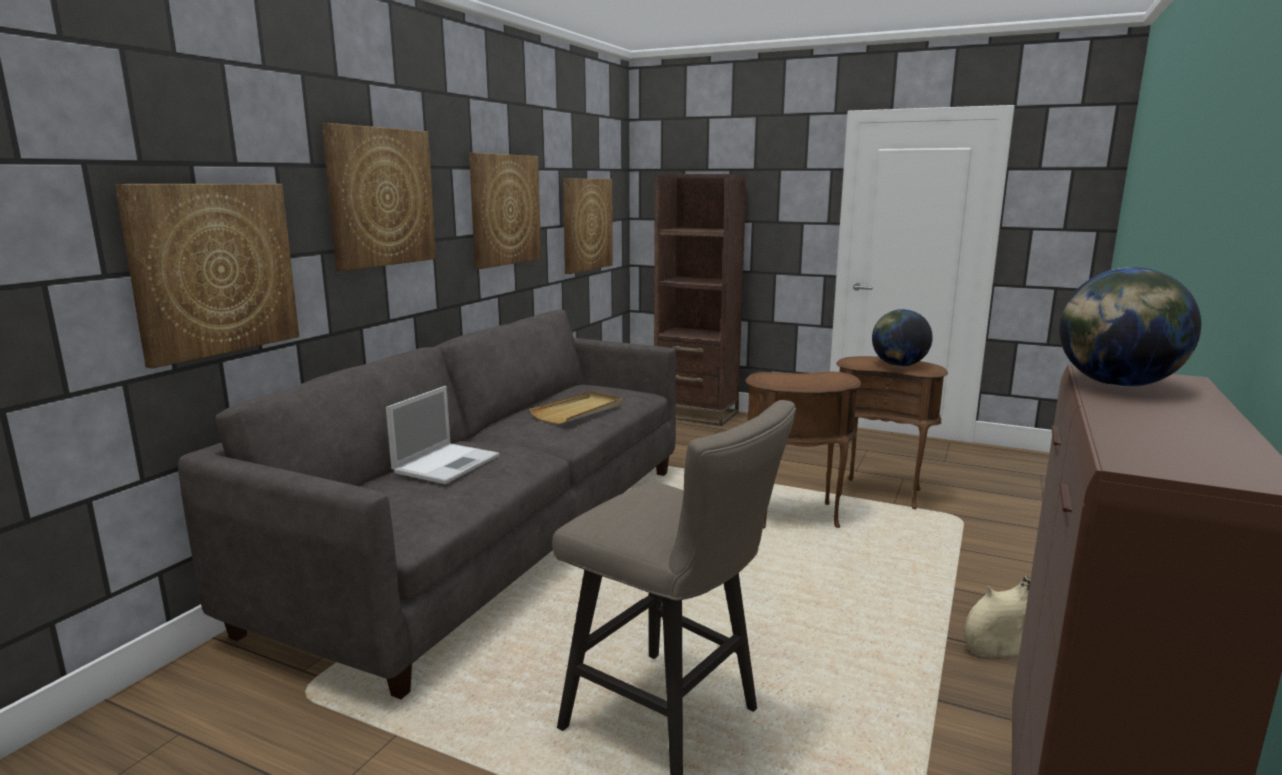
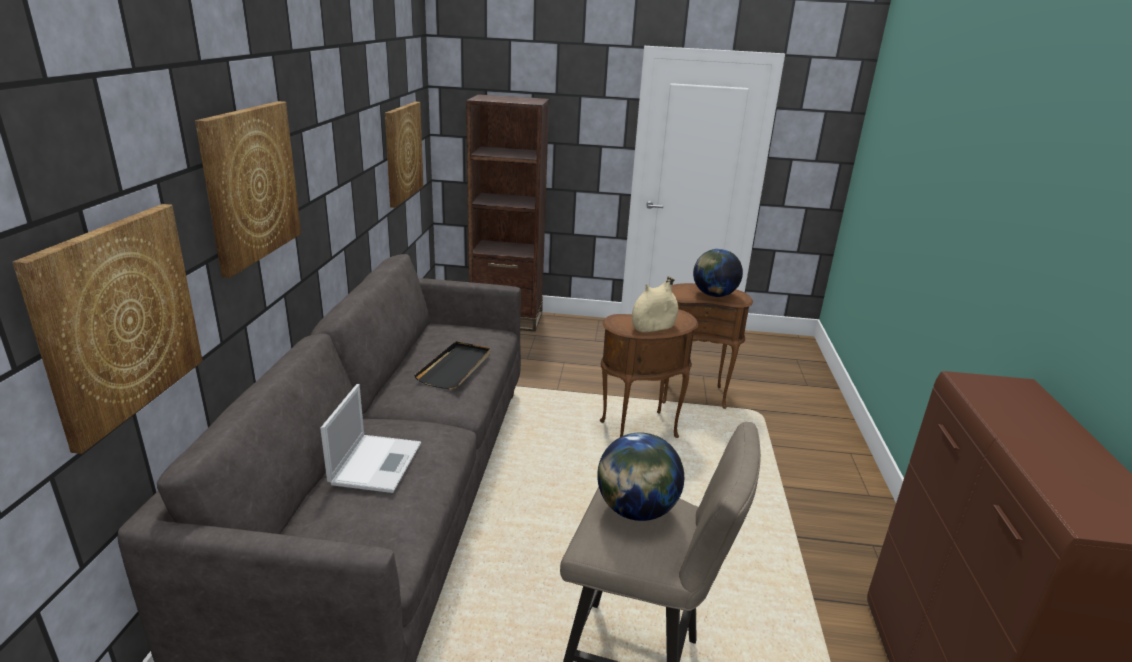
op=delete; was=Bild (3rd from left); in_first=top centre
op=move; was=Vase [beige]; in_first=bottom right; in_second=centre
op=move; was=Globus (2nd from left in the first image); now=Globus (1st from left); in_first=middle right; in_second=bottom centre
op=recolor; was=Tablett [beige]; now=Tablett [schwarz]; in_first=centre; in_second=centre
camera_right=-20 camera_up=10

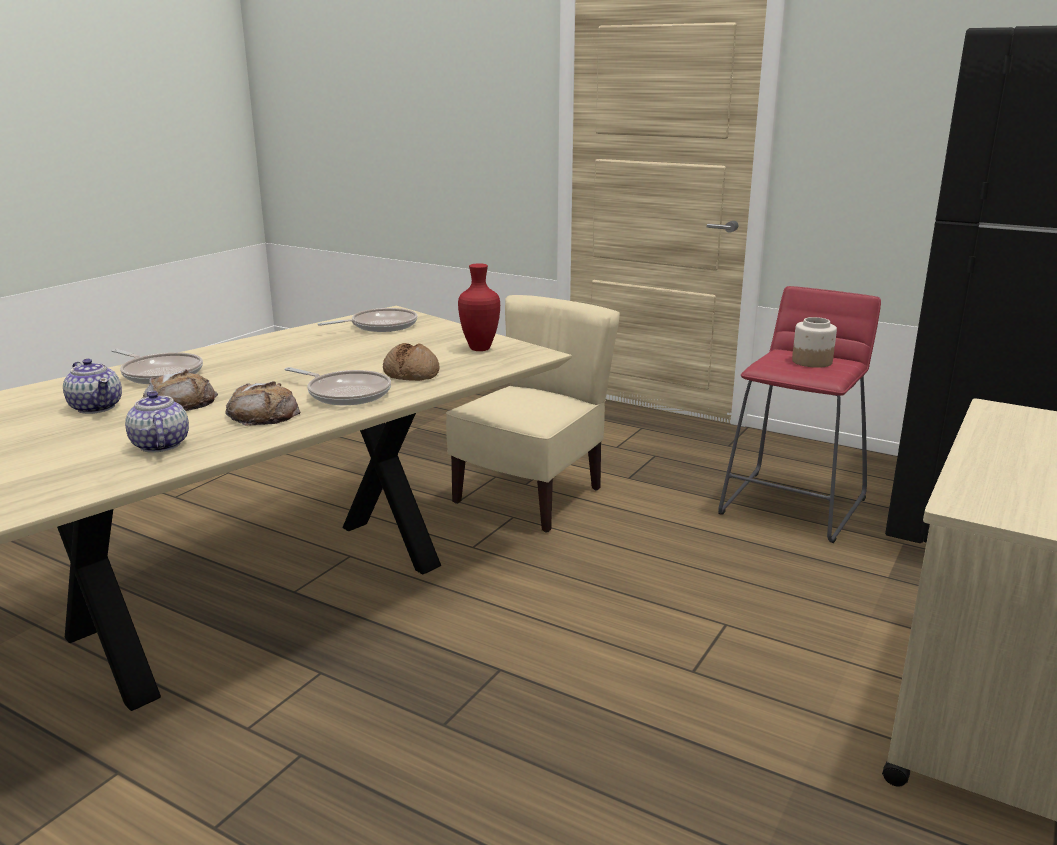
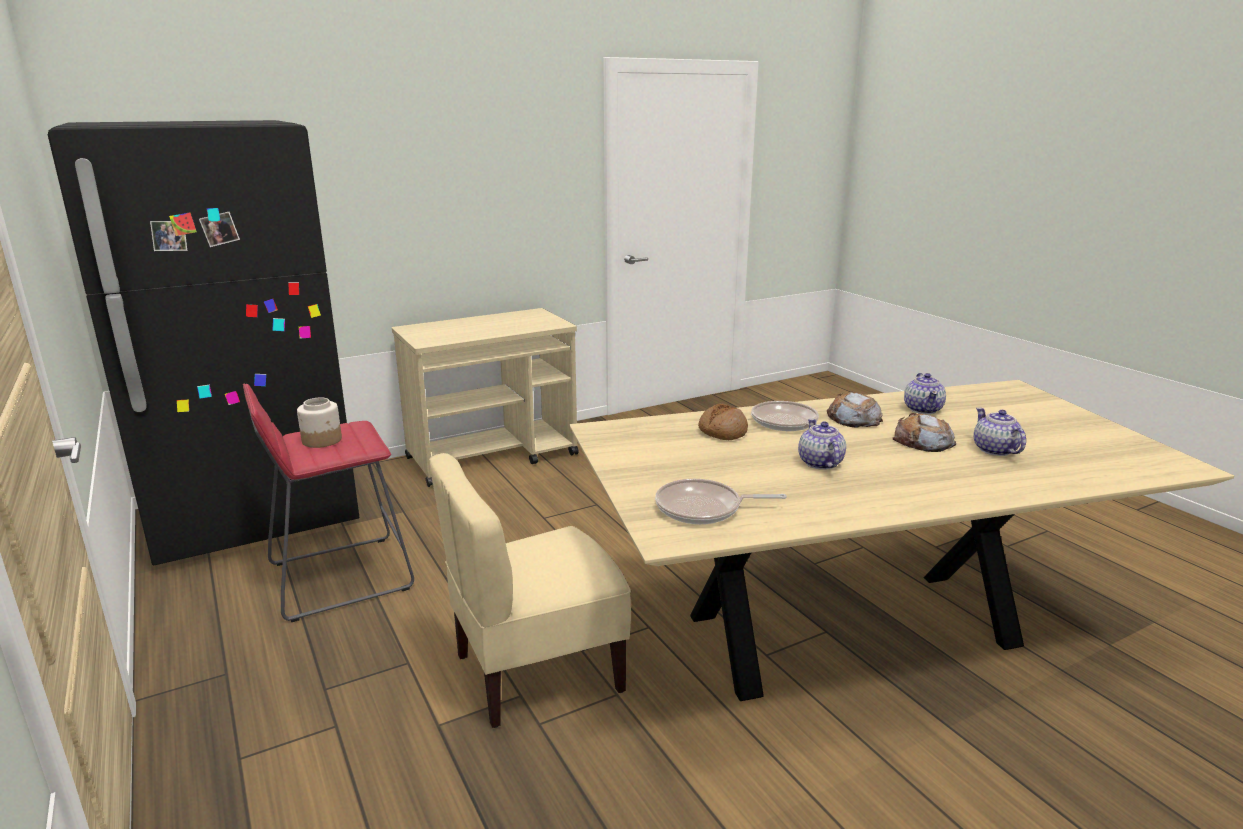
op=delete; was=Pfanne (1st from left); in_first=middle left
op=delete; was=Vase [rot]; in_first=centre
op=insert; now=Teekanne (1st from left); in_second=centre
camera_right=-150 camera_up=0

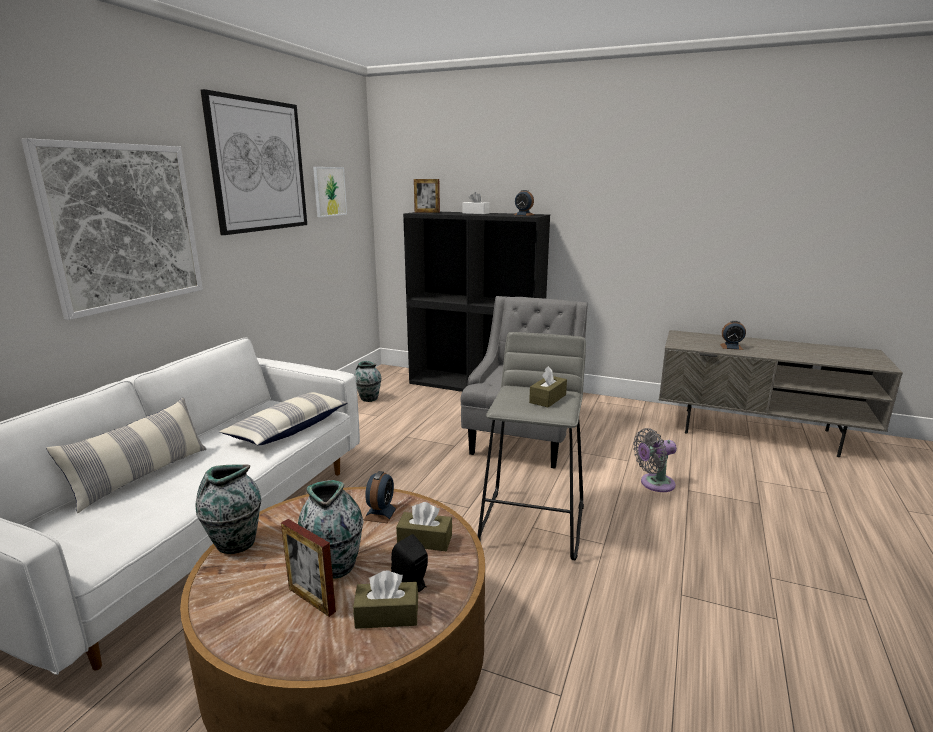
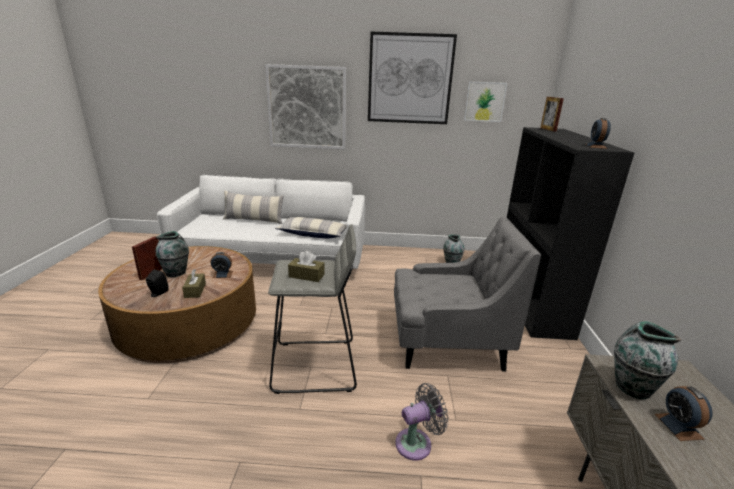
op=delete; was=Taschentuchbox [braun] (1st from left); in_first=bottom centre
op=delete; was=Taschentuchbox [weiß]; in_first=top centre
op=move; was=Vase (1st from left in the first image); now=Vase (3rd from left); in_first=bottom left; in_second=bottom right
op=rotate; was=Ventilator [grau]; in_first=middle right; in_second=bottom centre; clockwise=105
camera_right=70 camera_up=5

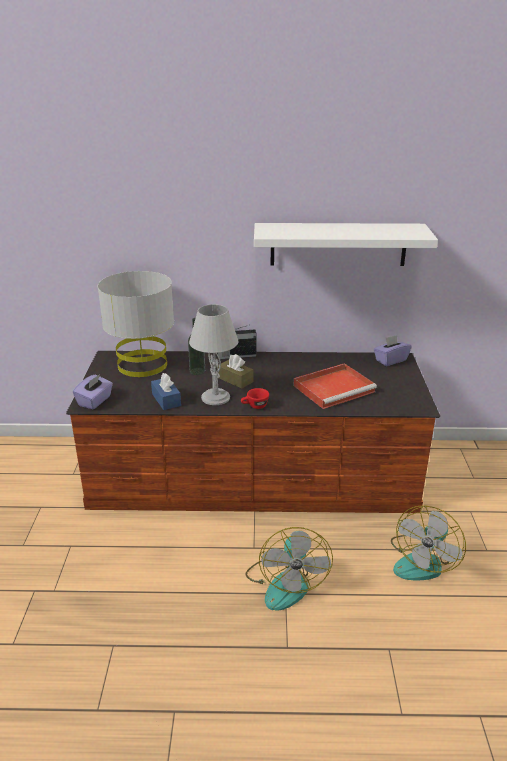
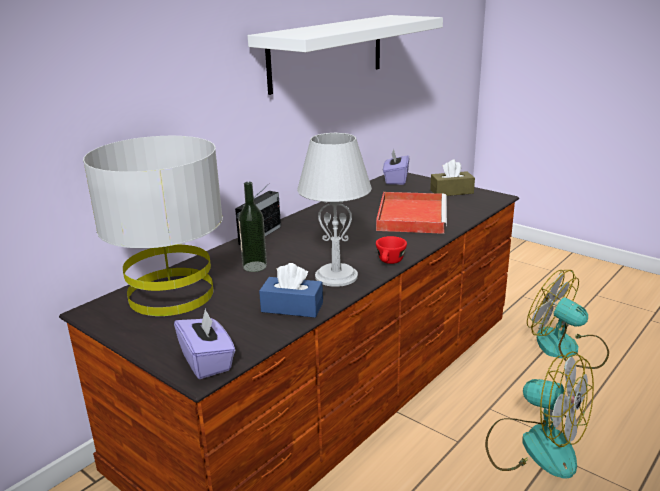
op=move; was=Taschentuchbox [braun]; in_first=centre; in_second=middle right
op=rotate; was=Ventilator (2nd from left); in_first=bottom right; in_second=middle right; clockwise=150
camera_right=-50 camera_up=-5

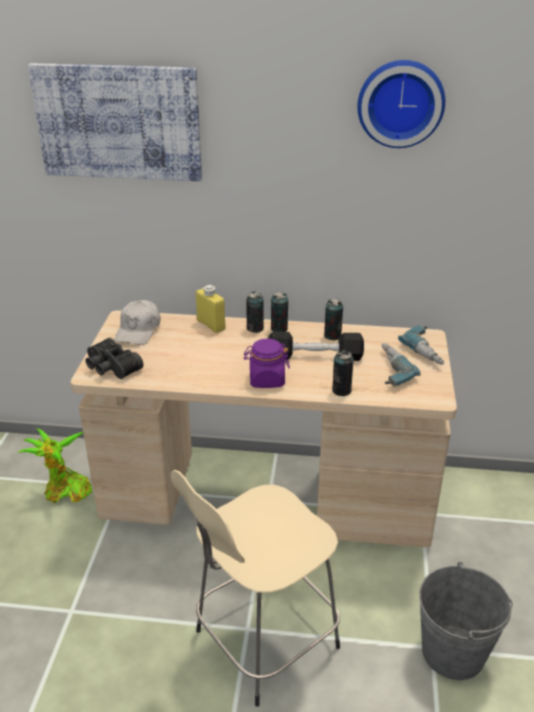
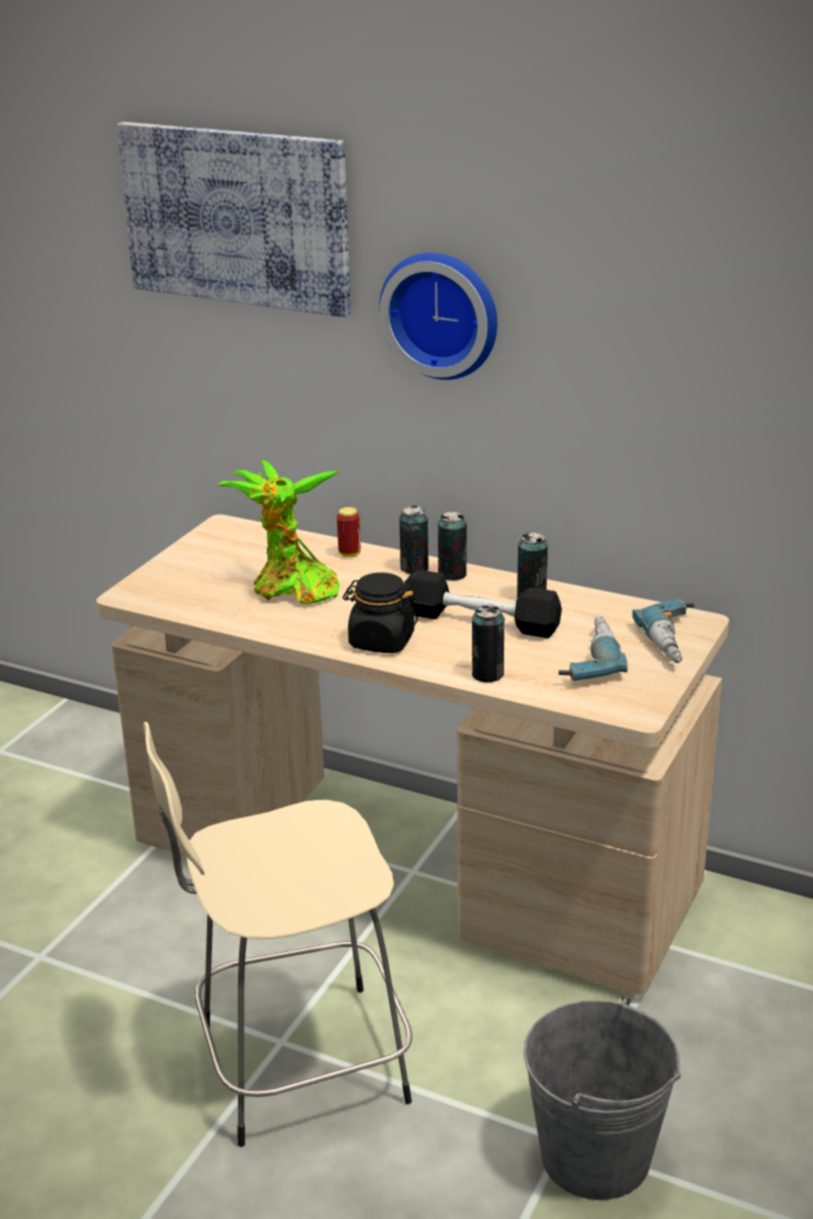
op=delete; was=Fernglas [schwarz]; in_first=middle left
op=delete; was=Kappe [weiß]; in_first=middle left
op=move; was=Topfpflanze; in_first=middle left; in_second=centre
op=move; was=Wanduhr; in_first=top right; in_second=top centre
op=replace; was=Flasche [gelb]; now=Dose (1st from left); in_first=centre; in_second=centre
op=recolor; was=Vorratsglas [lila]; now=Vorratsglas [schwarz]; in_first=centre; in_second=centre
camera_right=20 camera_up=-5

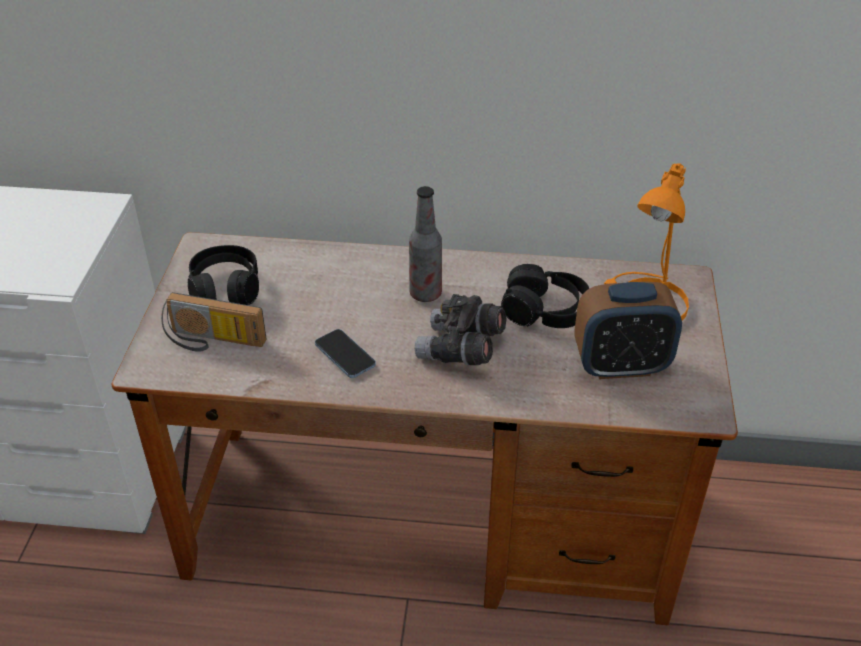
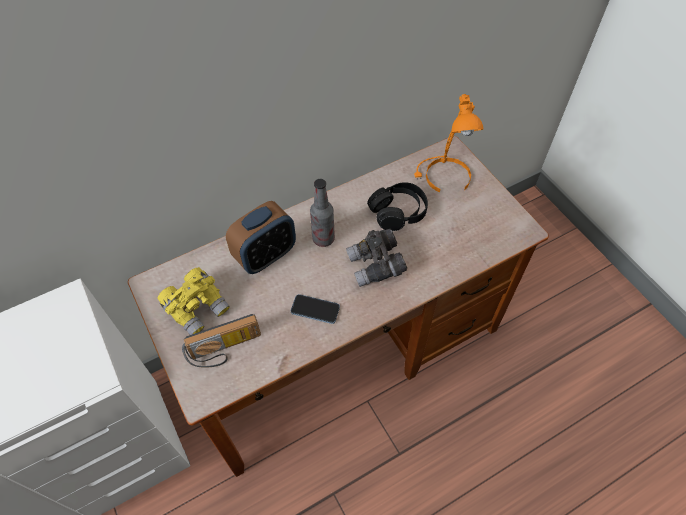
op=move; was=Wecker; in_first=middle right; in_second=centre
op=replace; was=Kopfhörer [schwarz] (1st from left); now=Fernglas [gelb]; in_first=middle left; in_second=middle left
camera_right=-35 camera_up=15

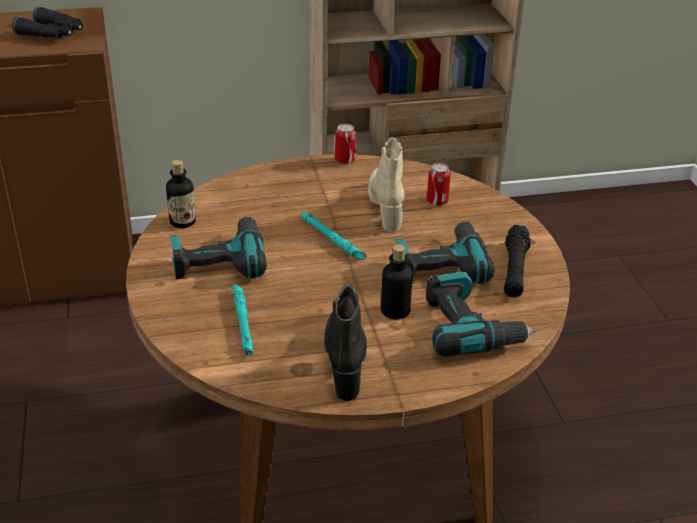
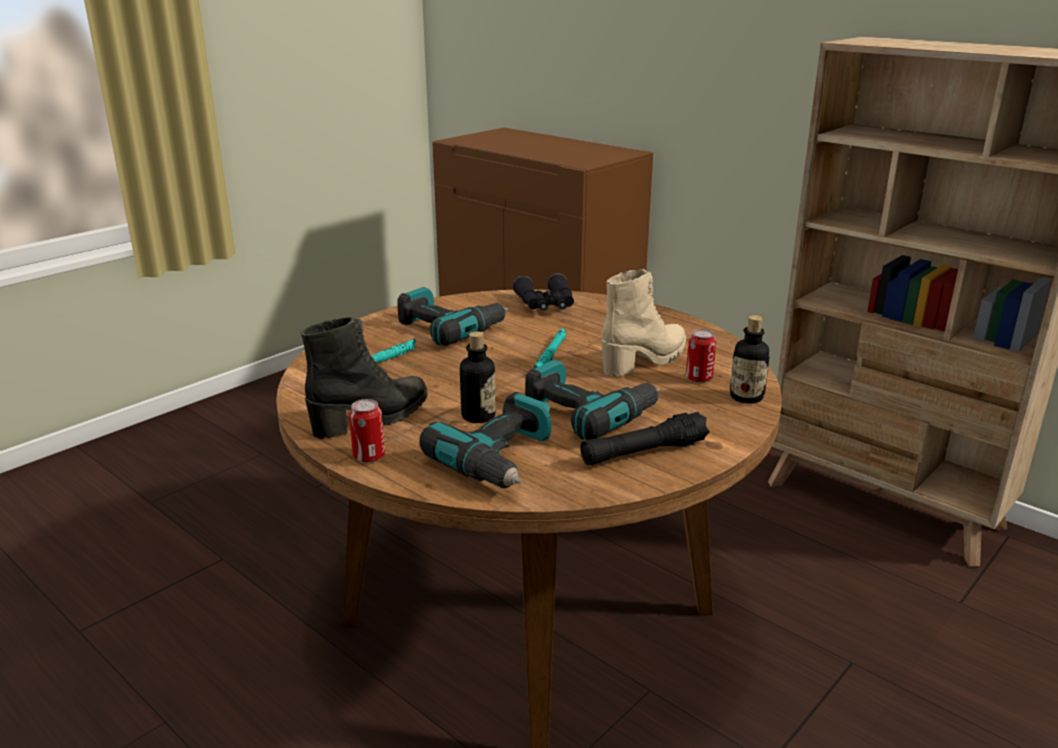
op=move; was=Fernglas [schwarz]; in_first=top left; in_second=centre
op=move; was=Flasche (1st from left in the first image); now=Flasche (2nd from left); in_first=middle left; in_second=middle right
op=move; was=Dose (1st from left); in_first=top centre; in_second=centre
camera_right=55 camera_up=-10

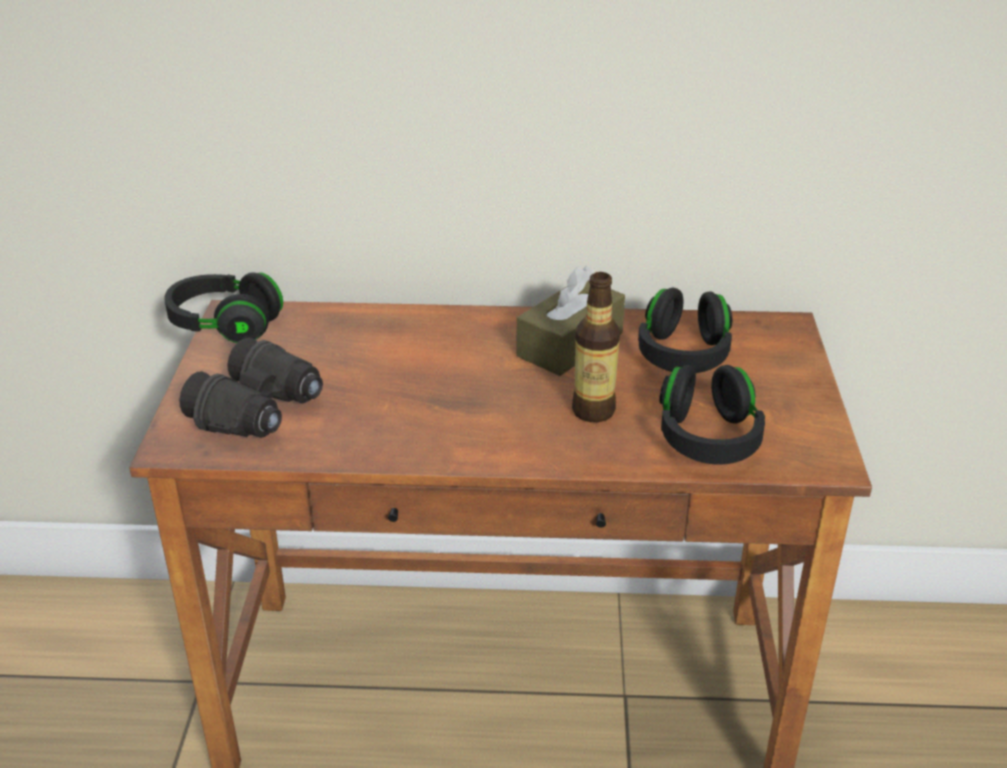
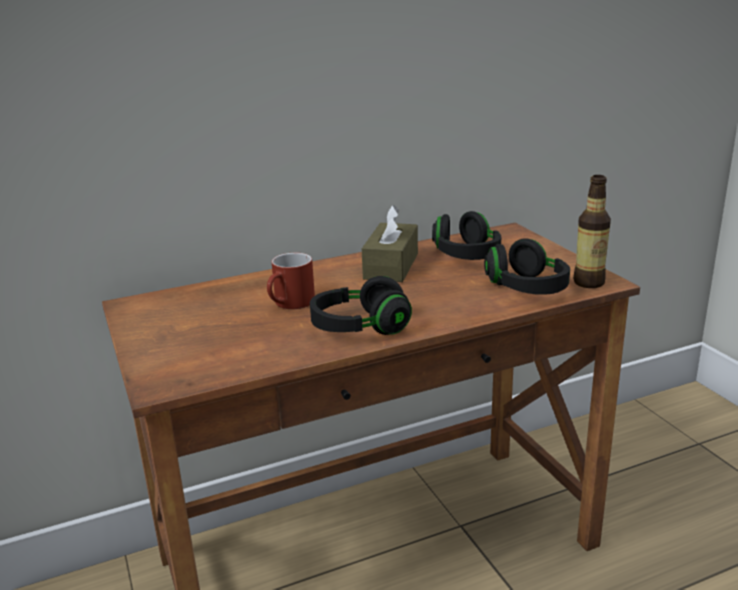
op=delete; was=Fernglas [schwarz]; in_first=middle left
op=insert; now=Henkelbecher [rot]; in_second=centre
op=move; was=Kopfhörer [schwarz] (1st from left); in_first=middle left; in_second=centre
op=move; was=Flasche; in_first=centre; in_second=middle right
camera_right=-25 camera_up=-10

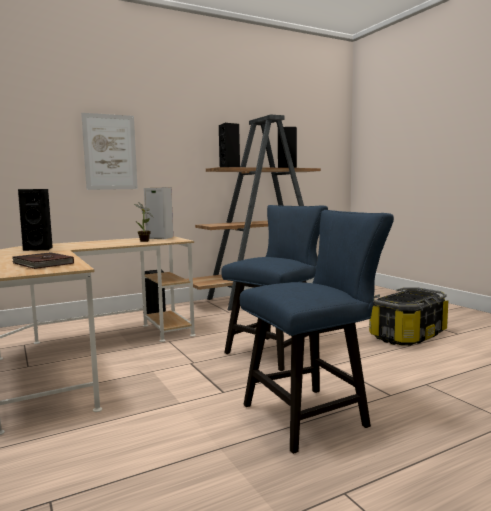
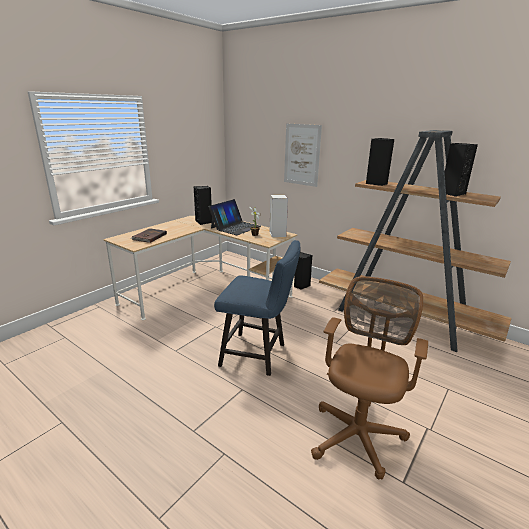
op=delete; was=Stuhl [blau] (2nd from left); in_first=centre
op=insert; now=Laptop; in_second=centre
op=replace; was=Aufbewahrungsbox; now=Bürostuhl [braun]; in_first=middle right; in_second=bottom right
camera_right=65 camera_up=15

